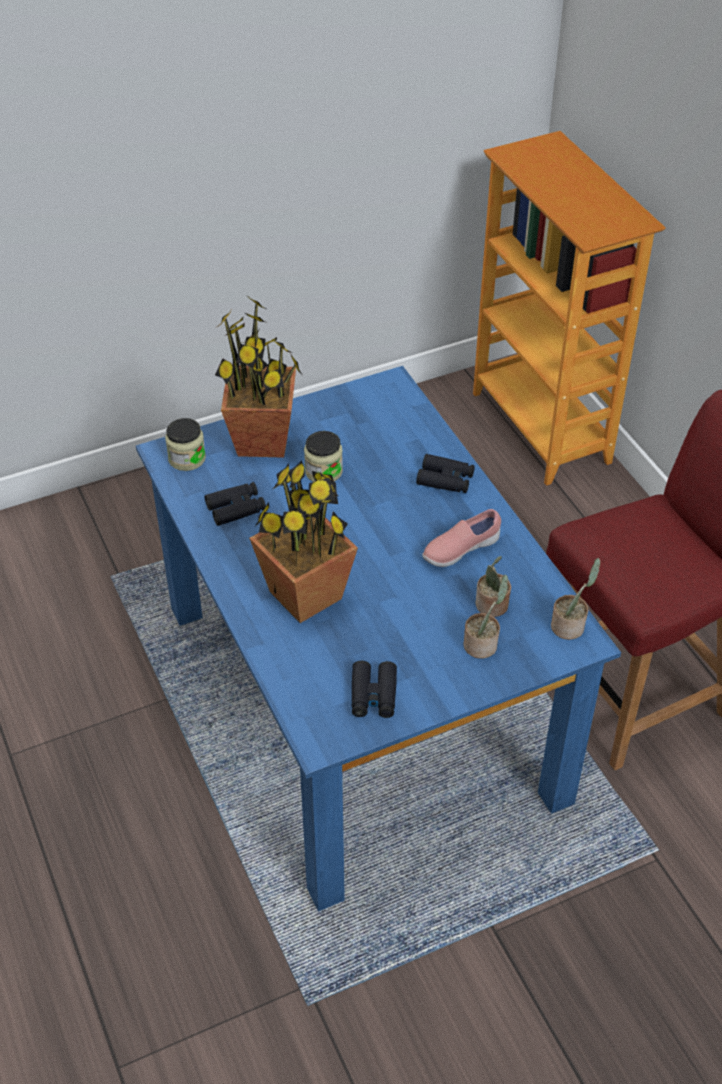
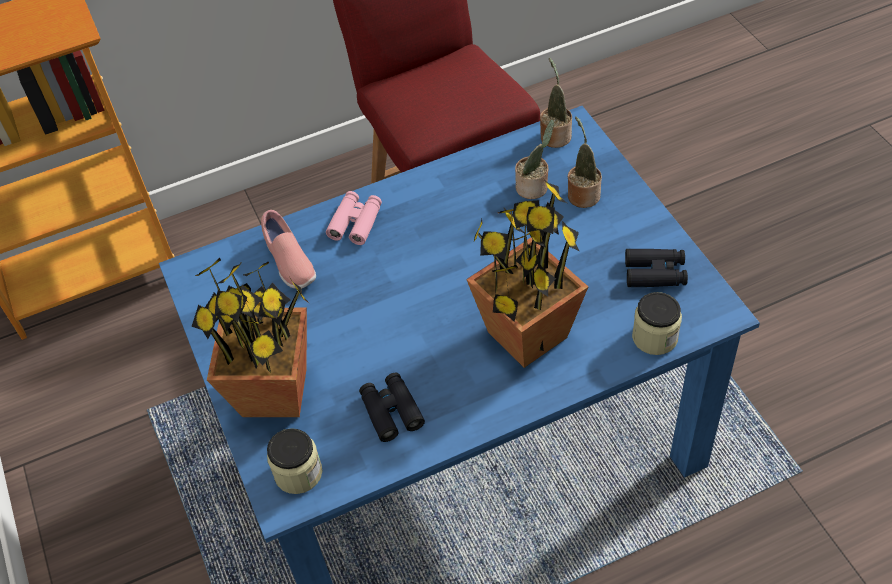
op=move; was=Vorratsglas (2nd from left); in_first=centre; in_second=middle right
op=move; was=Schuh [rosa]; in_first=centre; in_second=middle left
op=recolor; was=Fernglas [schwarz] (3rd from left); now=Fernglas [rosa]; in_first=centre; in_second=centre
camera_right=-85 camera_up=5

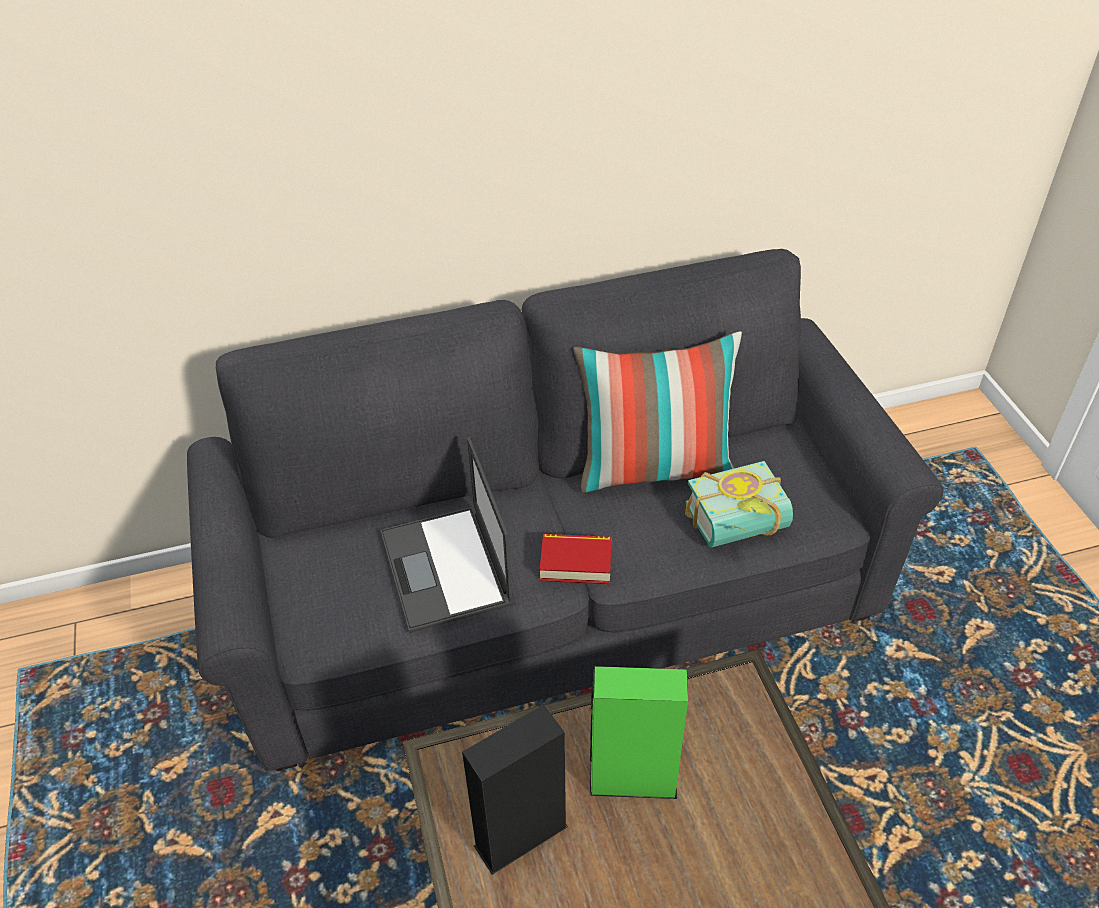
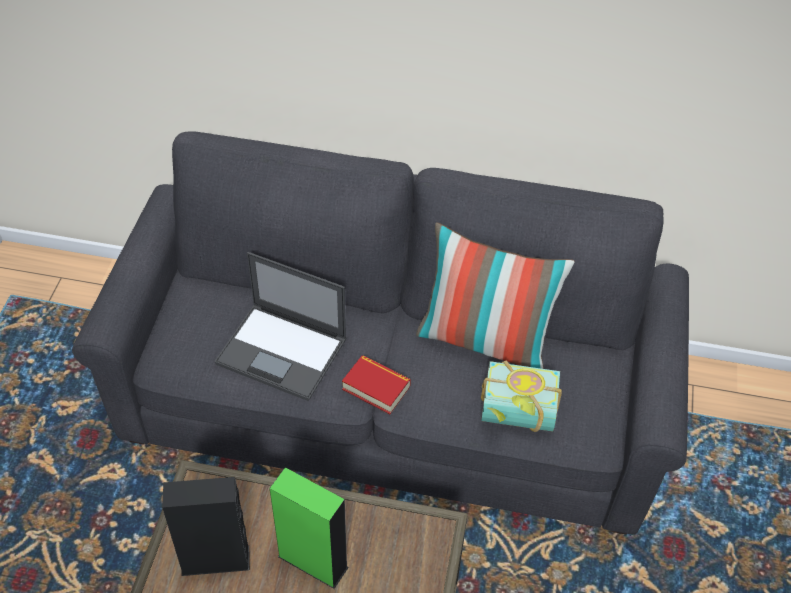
op=rotate; was=Laptop; in_first=centre; in_second=centre; clockwise=-75
camera_right=25 camera_up=5

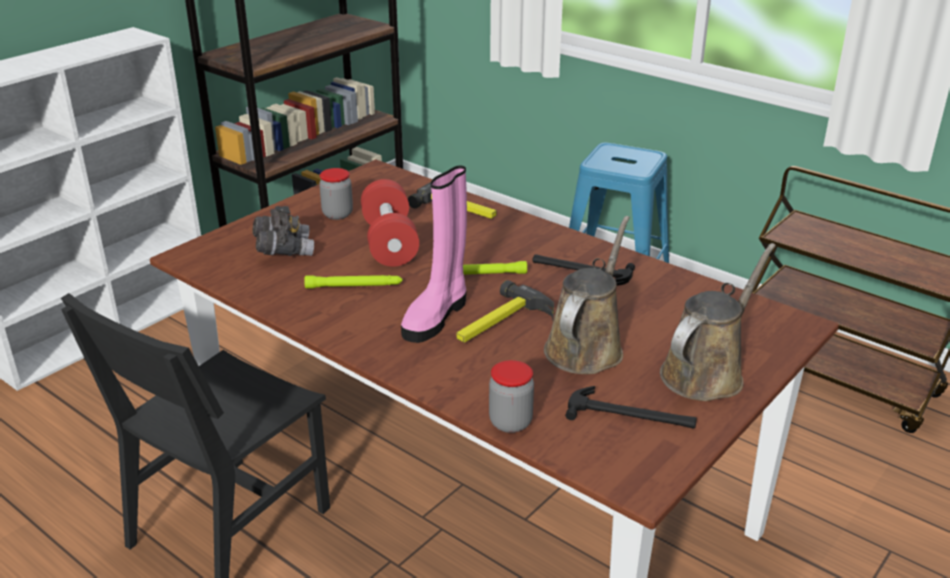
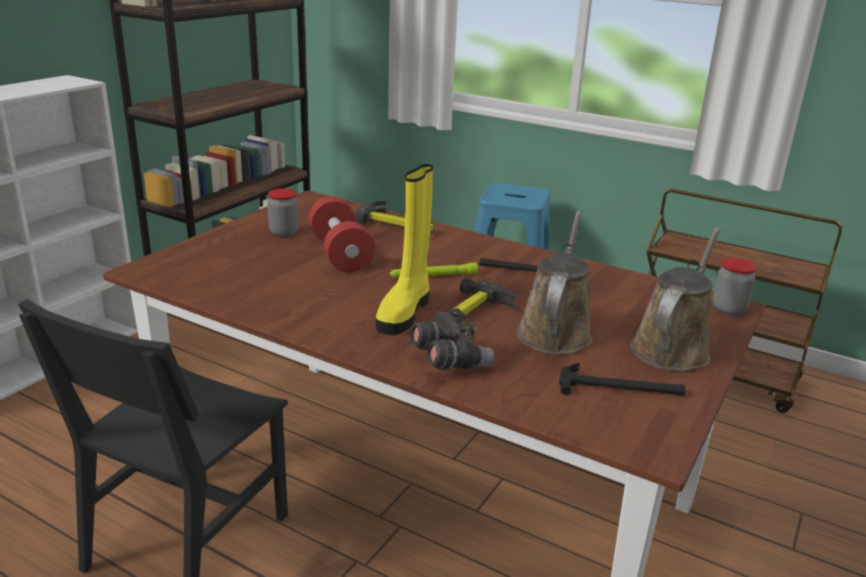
op=delete; was=Taschenlampe [grün] (1st from left); in_first=centre
op=move; was=Fernglas [grau]; in_first=middle left; in_second=centre
op=move; was=Vorratsglas (2nd from left); in_first=bottom centre; in_second=middle right
op=recolor; was=Stiefel [rosa]; now=Stiefel [gelb]; in_first=centre; in_second=centre
camera_right=-10 camera_up=-5

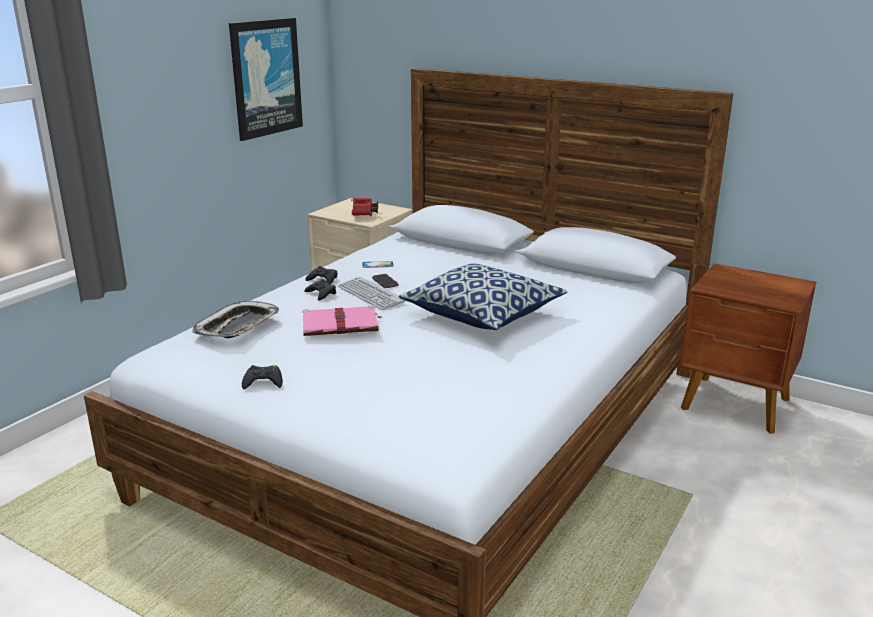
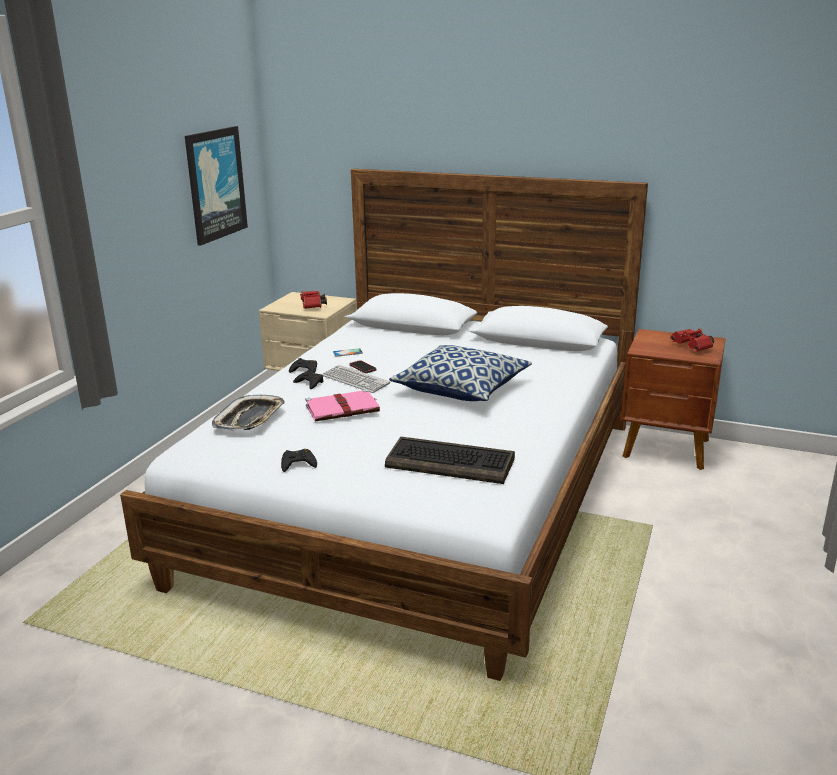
op=insert; now=Tastatur (2nd from left); in_second=centre
op=insert; now=Fernglas [rot] (2nd from left); in_second=middle right
camera_right=-10 camera_up=0

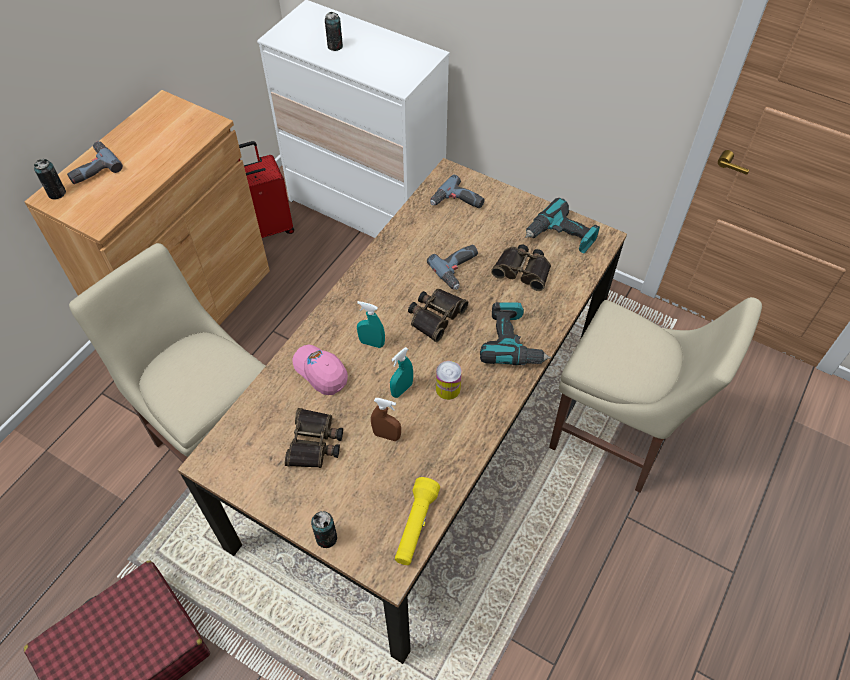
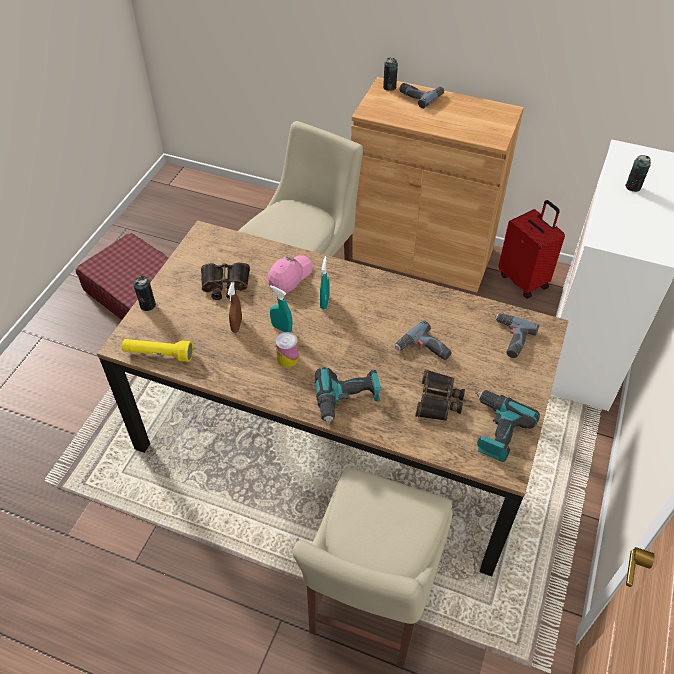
op=delete; was=Fernglas (2nd from left); in_first=centre
camera_right=80 camera_up=-5

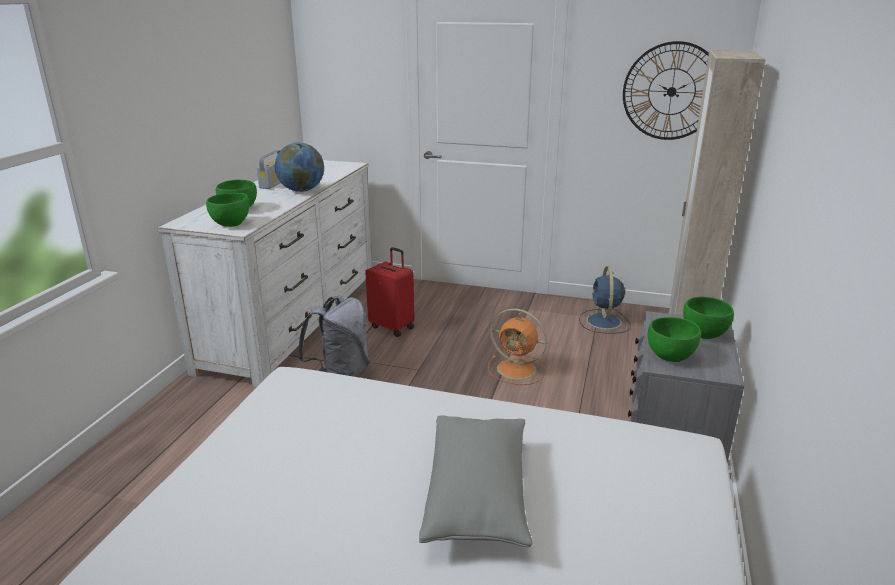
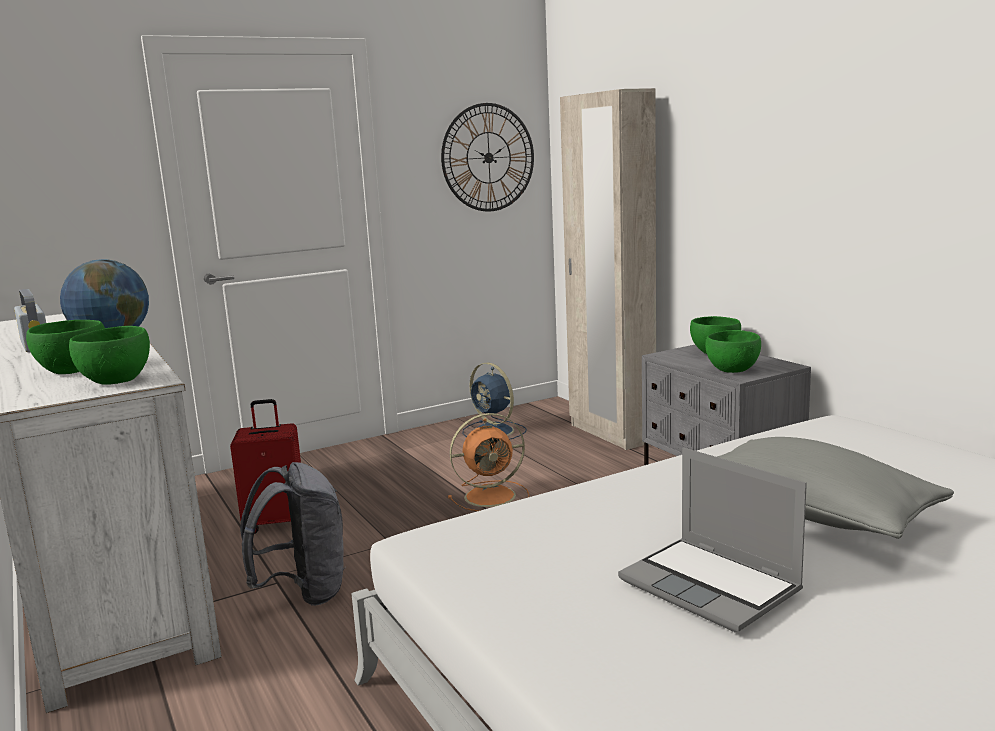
op=insert; now=Laptop; in_second=bottom right
camera_right=-45 camera_up=-10

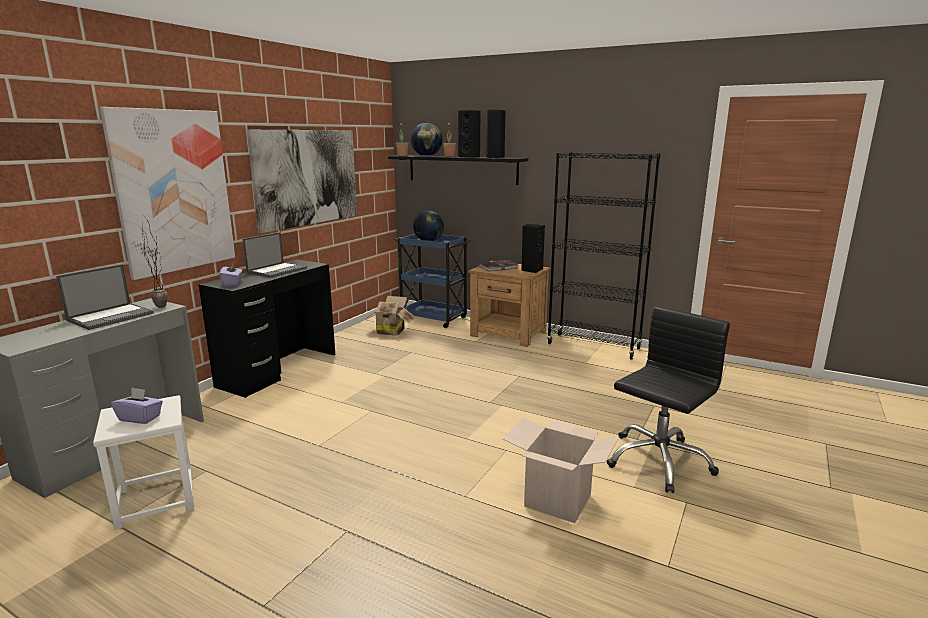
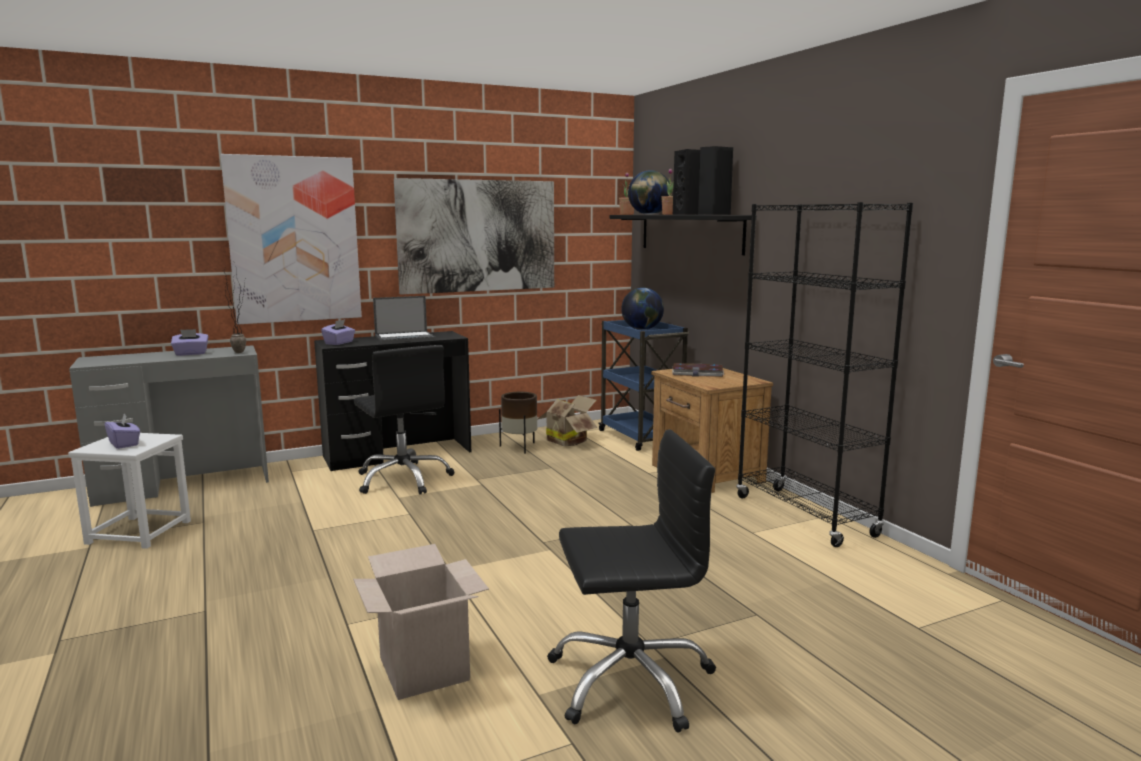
op=delete; was=Lautsprecher [schwarz] (3rd from left); in_first=centre
op=insert; now=Bürostuhl [schwarz] (1st from left); in_second=centre
op=insert; now=Pflanzkübel [braun]; in_second=centre
op=replace; was=Laptop (1st from left); now=Taschentuchbox [lila] (2nd from left); in_first=middle left; in_second=middle left
camera_right=35 camera_up=-5

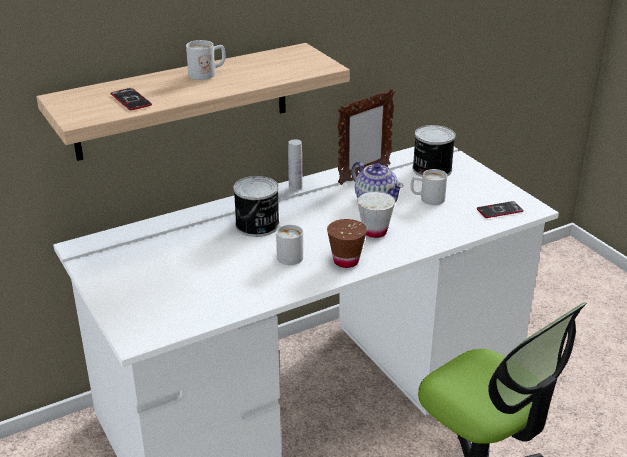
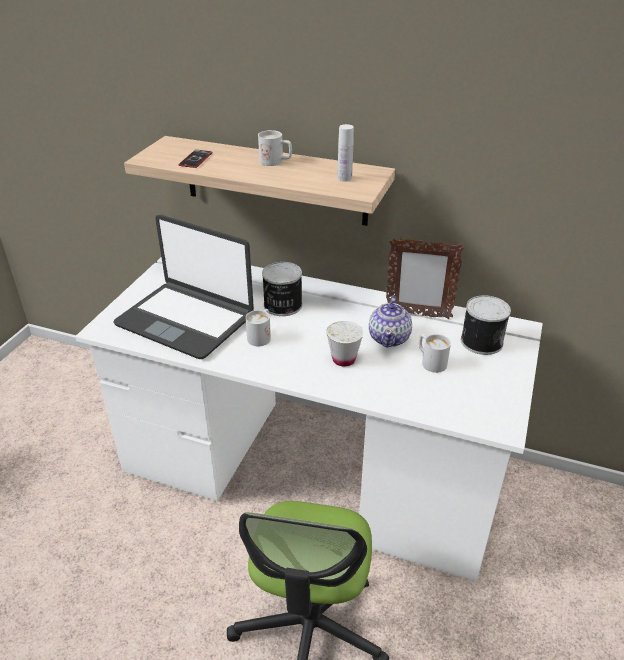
op=delete; was=Tasse [braun]; in_first=centre
op=delete; was=Handy (2nd from left); in_first=middle right
op=insert; now=Laptop; in_second=middle left
op=move; was=Flasche [weiß]; in_first=centre; in_second=top centre
camera_right=50 camera_up=5

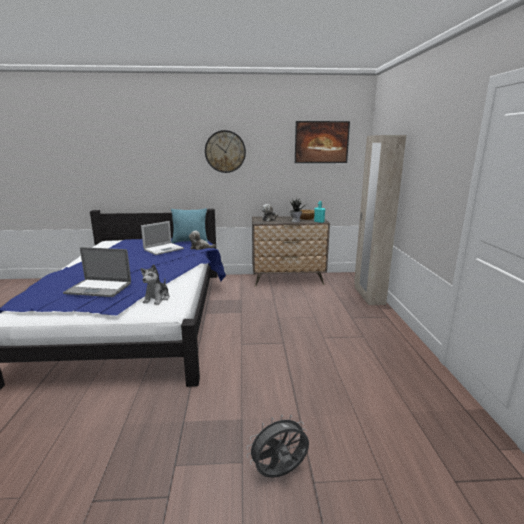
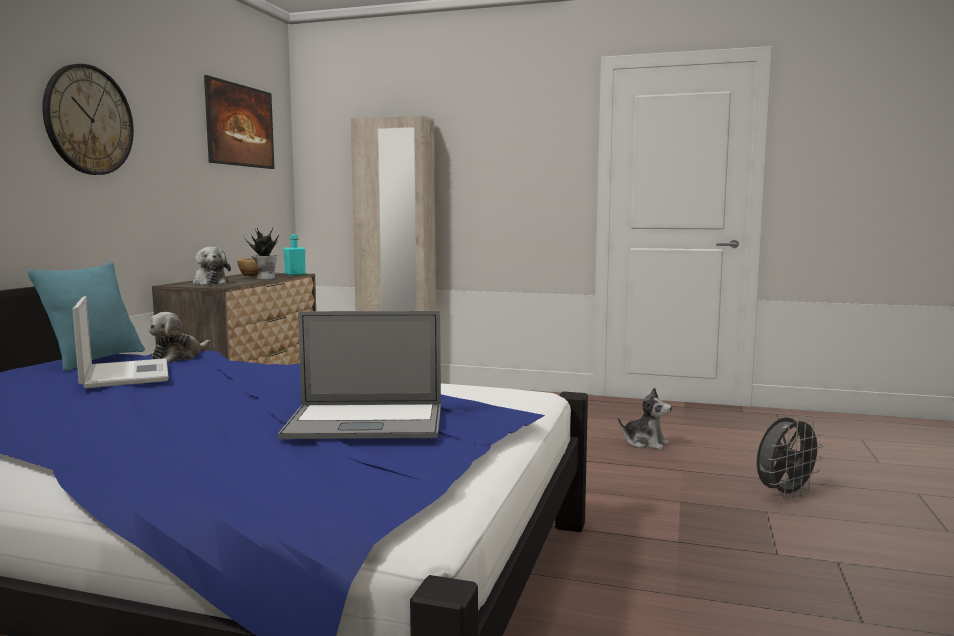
op=move; was=Plüschtier (1st from left in the first image); now=Plüschtier (3rd from left); in_first=middle left; in_second=middle right
op=rotate; was=Laptop (1st from left in the first image); in_first=middle left; in_second=centre; clockwise=60
op=rotate; was=Ventilator [grau]; in_first=bottom centre; in_second=bottom right; clockwise=-120
camera_right=-70 camera_up=-10

